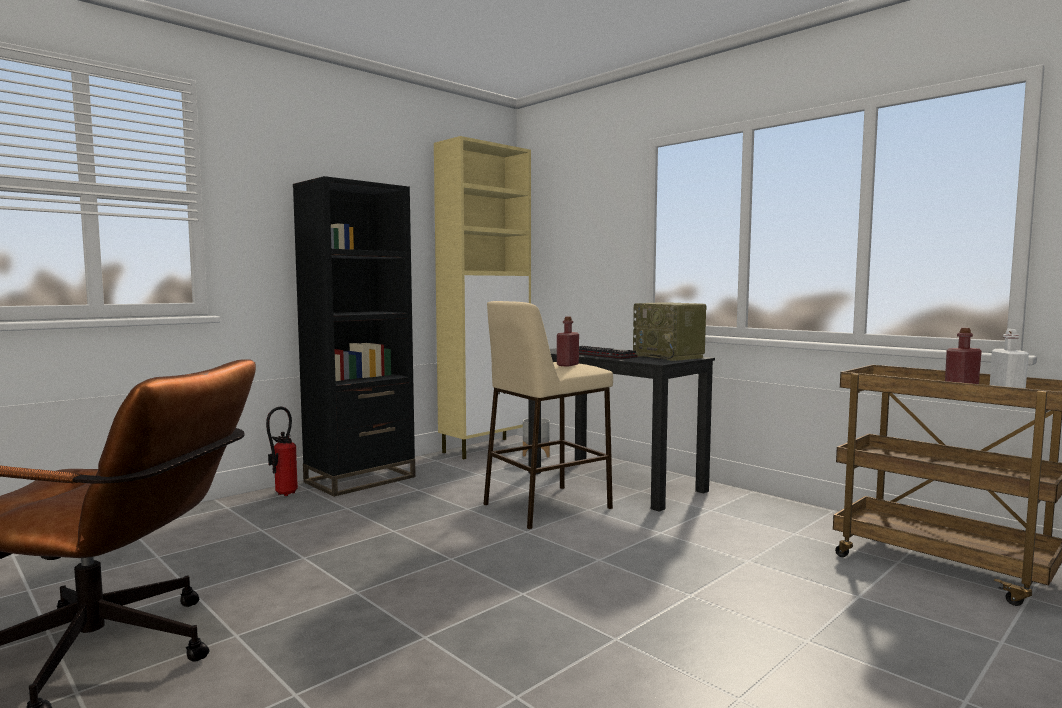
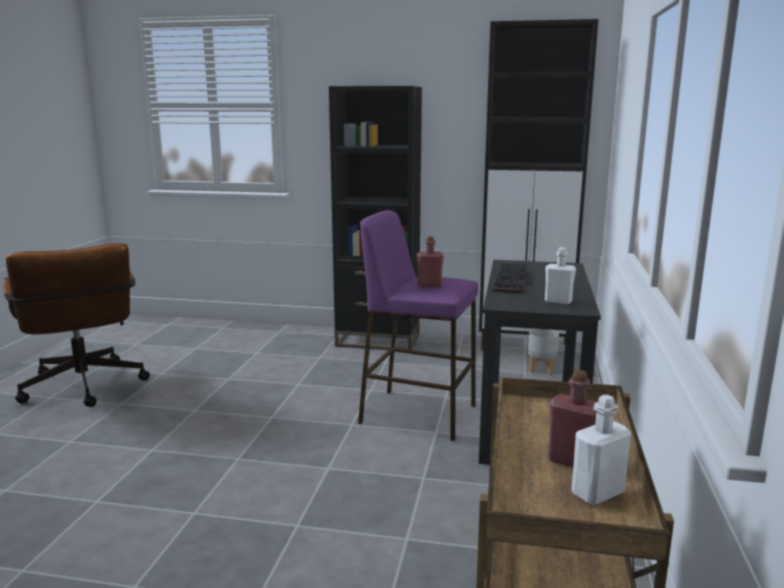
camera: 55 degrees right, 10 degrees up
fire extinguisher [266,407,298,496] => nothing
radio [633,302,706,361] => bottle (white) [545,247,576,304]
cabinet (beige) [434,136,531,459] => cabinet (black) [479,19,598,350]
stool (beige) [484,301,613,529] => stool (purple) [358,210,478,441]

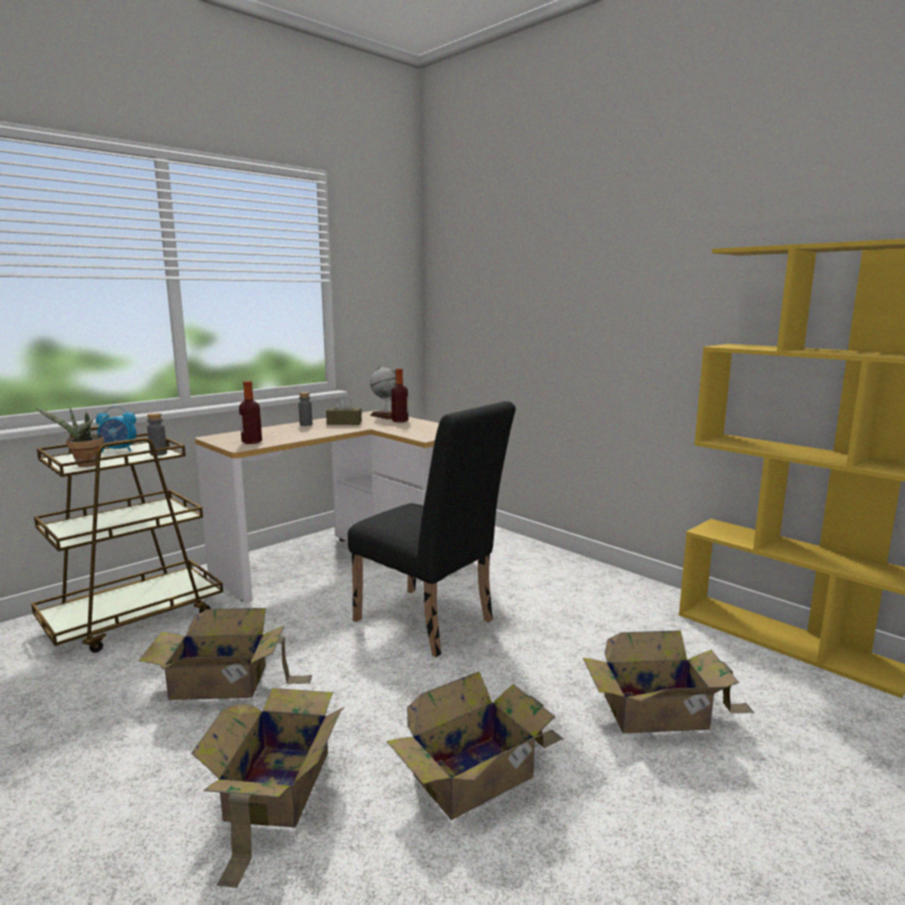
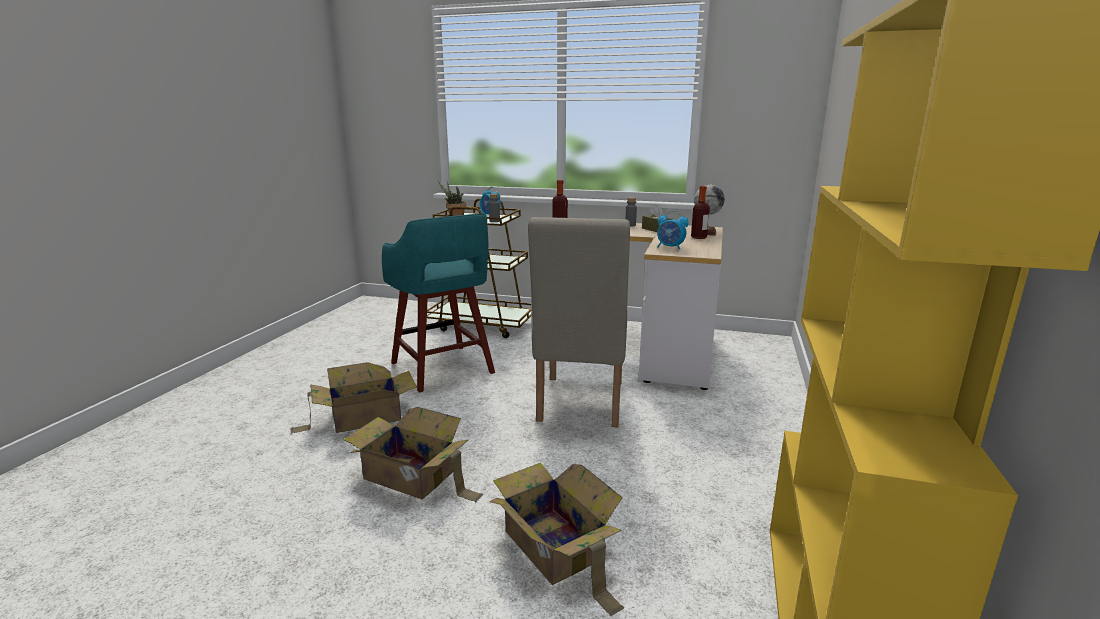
camera: 60 degrees right, 5 degrees up
nothing => alarm clock [657,211,689,250]
cardboard box [139,608,312,700] => stool (turquoise) [382,214,495,393]
chair (black) [348,401,516,657] => chair (beige) [528,217,630,427]

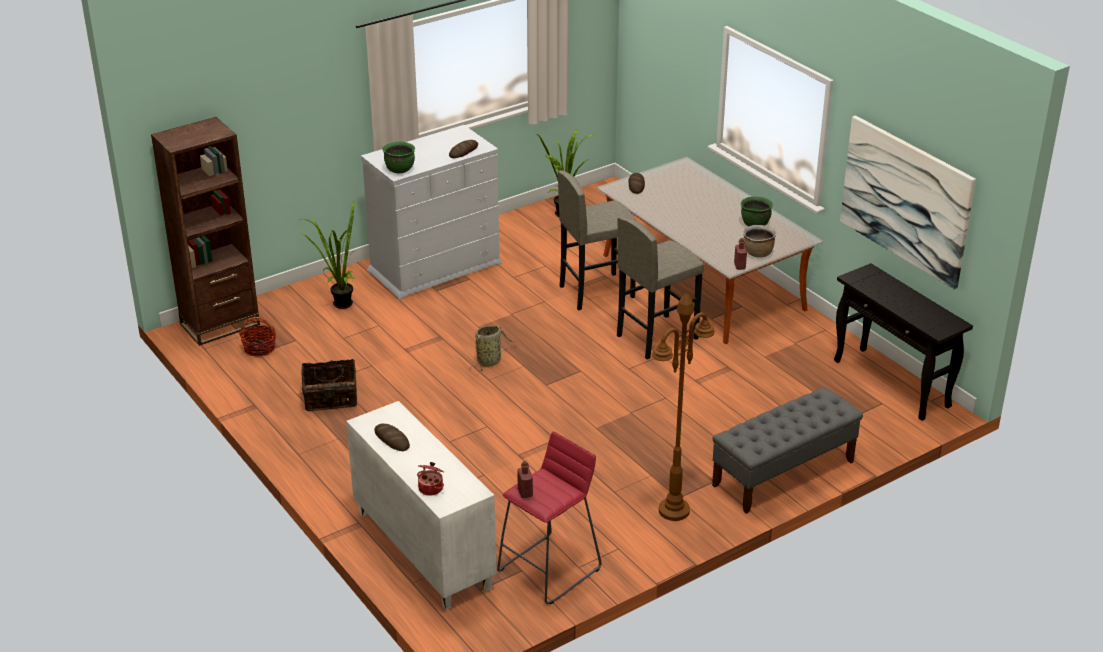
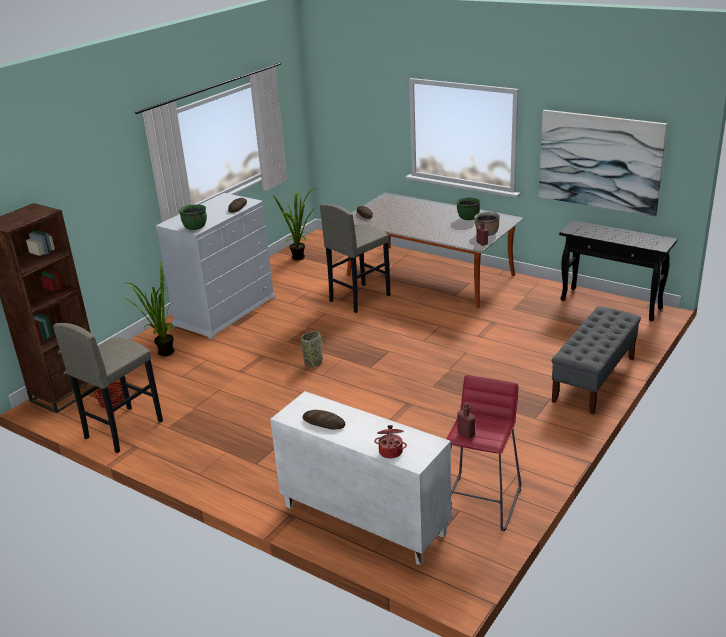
camera: 20 degrees left, 5 degrees down
basket [301,359,357,411] => nothing
floor lamp (brown) [652,293,715,521] => nothing
stool (grey) [617,216,704,359] => stool (grey) [53,323,163,453], move

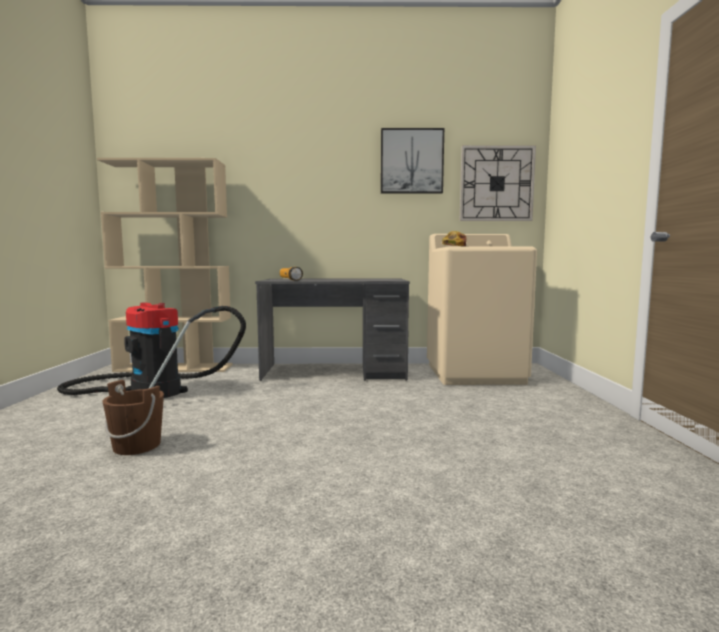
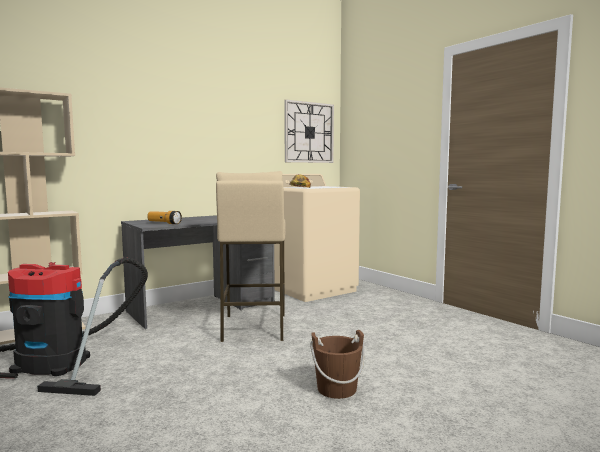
camera: 35 degrees left, 0 degrees up
picture [381,128,444,194] => nothing
nothing => stool (beige) [216,171,286,342]
bucket (brown) [102,380,164,455] => bucket (brown) [310,330,365,399], move

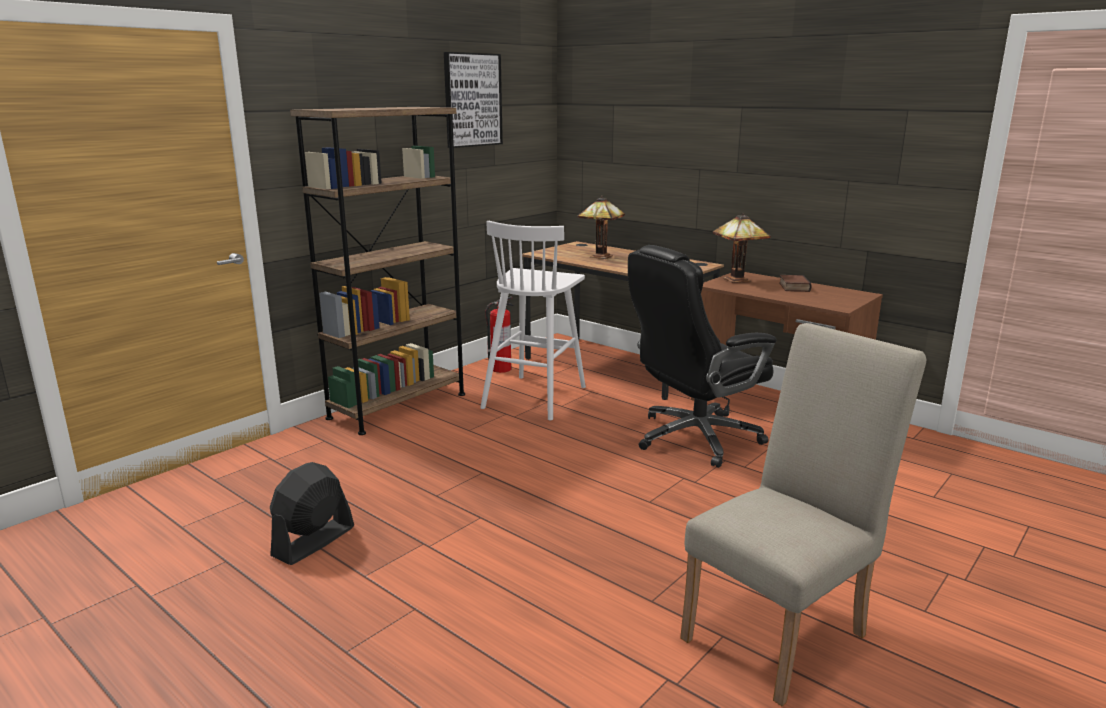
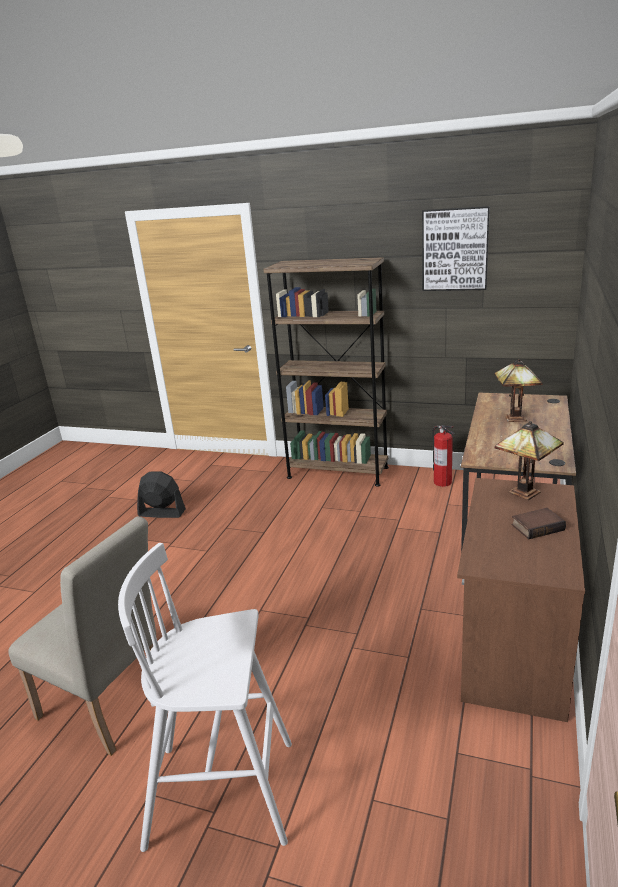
camera: 70 degrees right, 5 degrees up
office chair (black) [628,245,777,468] => nothing
stool (white) [480,221,586,421] => stool (white) [118,543,292,852], move

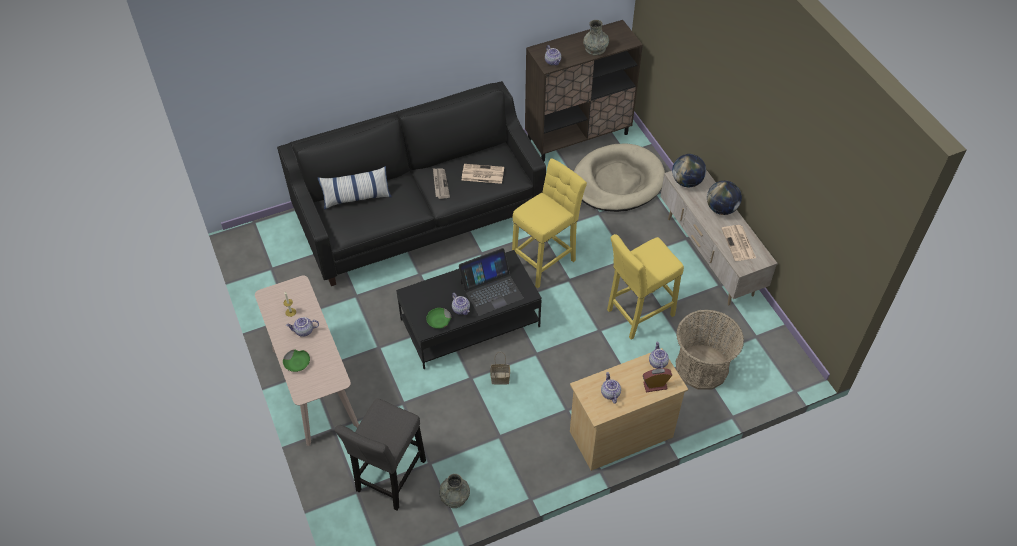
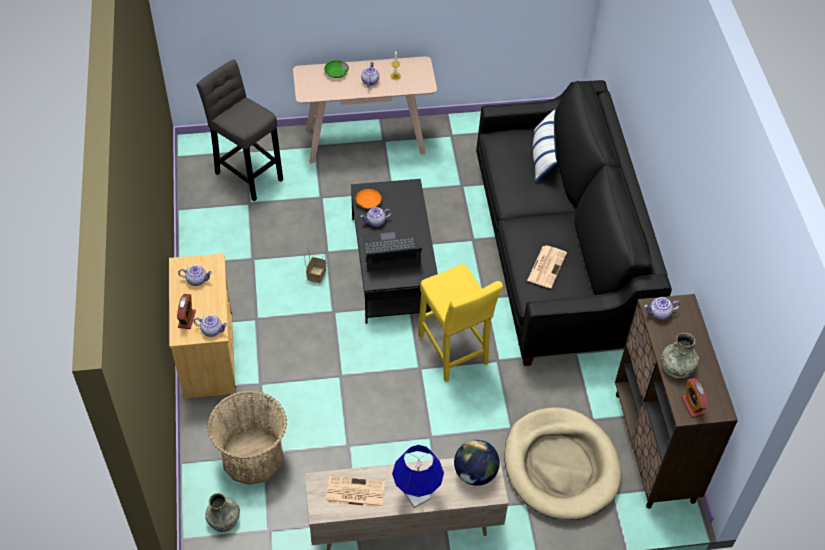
camera: 105 degrees right, 0 degrees up
newspaper [433,168,450,199] => nothing
stool (yellow) [607,234,684,340] => nothing
nothing => alarm clock [681,378,709,418]
vase (grey) [439,474,470,508] => vase (grey) [205,493,240,532], move
globe [707,181,742,215] => table lamp (blue) [392,445,444,508]
bowl (green) [426,308,451,329] => bowl (orange) [356,189,381,209]
laptop [459,248,524,316] => laptop [361,229,422,272], 90 degrees clockwise

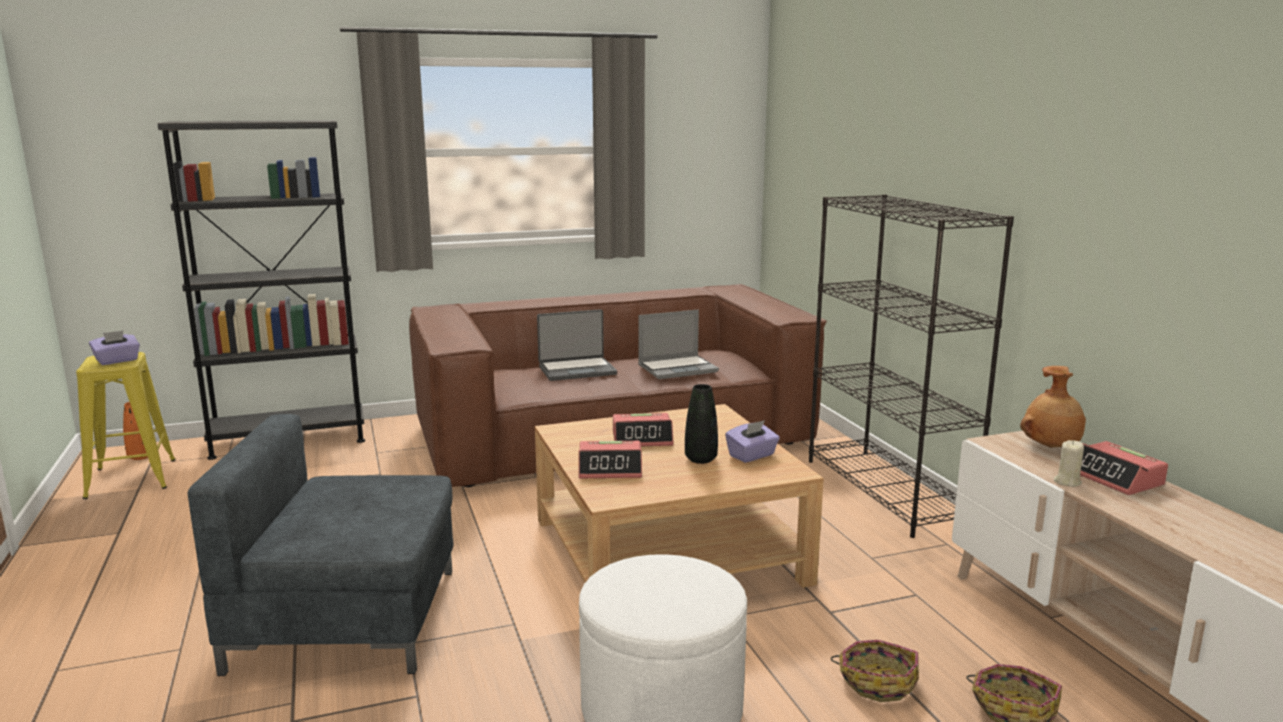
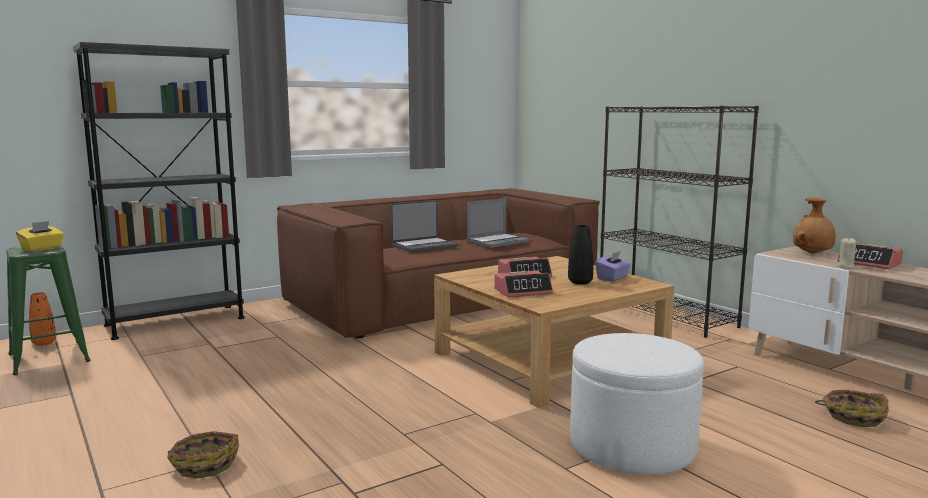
camera: 15 degrees left, 5 degrees down
armchair (grey) [188,414,454,676] => nothing
basket [830,640,919,702] => basket [167,431,239,479], move
stool (yellow) [76,352,176,499] => stool (green) [6,246,91,375]
tissue box (purple) [89,330,140,365] => tissue box (yellow) [16,221,64,252]

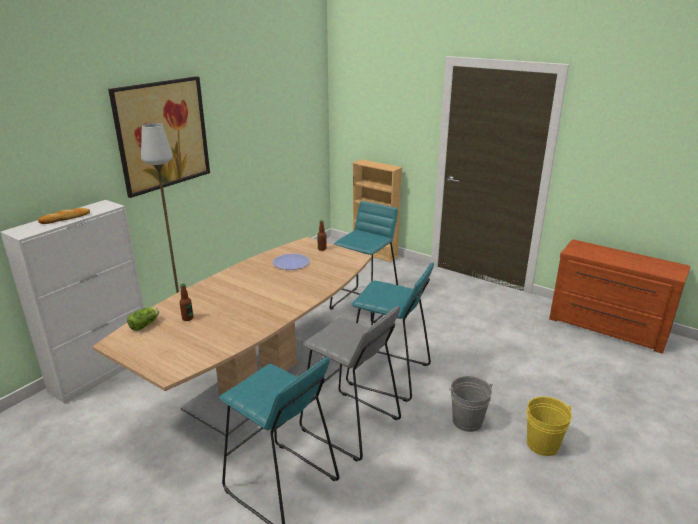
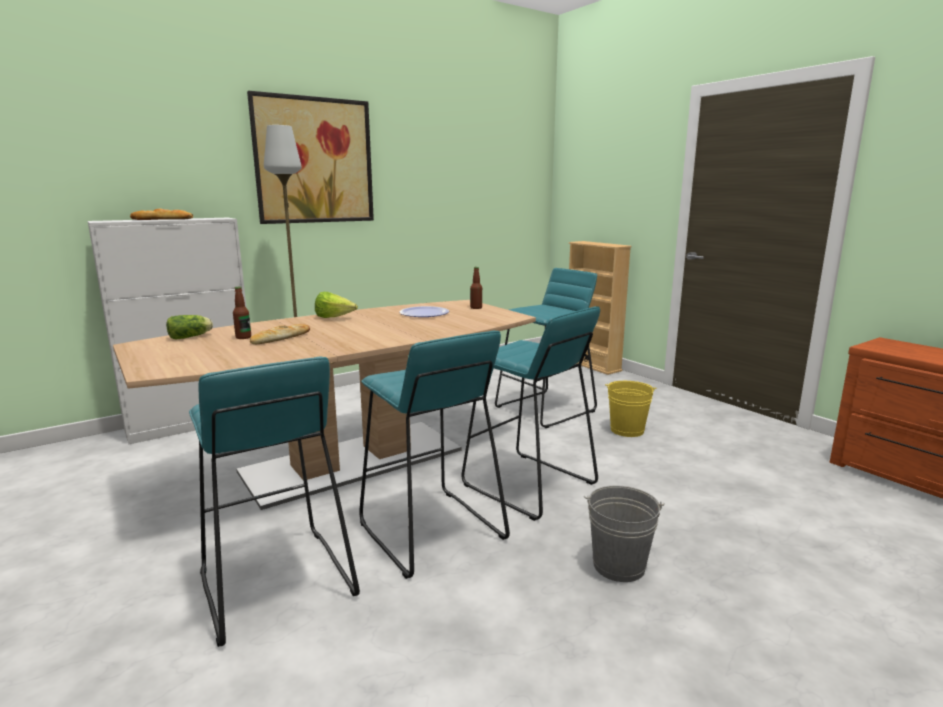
camera: 20 degrees right, 10 degrees down
nothing => bread [250,324,310,344]
nothing => lettuce [315,292,358,318]
bucket (yellow) [525,396,572,456] => bucket (yellow) [605,381,656,437], move
stool (grey) [299,306,401,461] => stool (turquoise) [359,330,510,579]

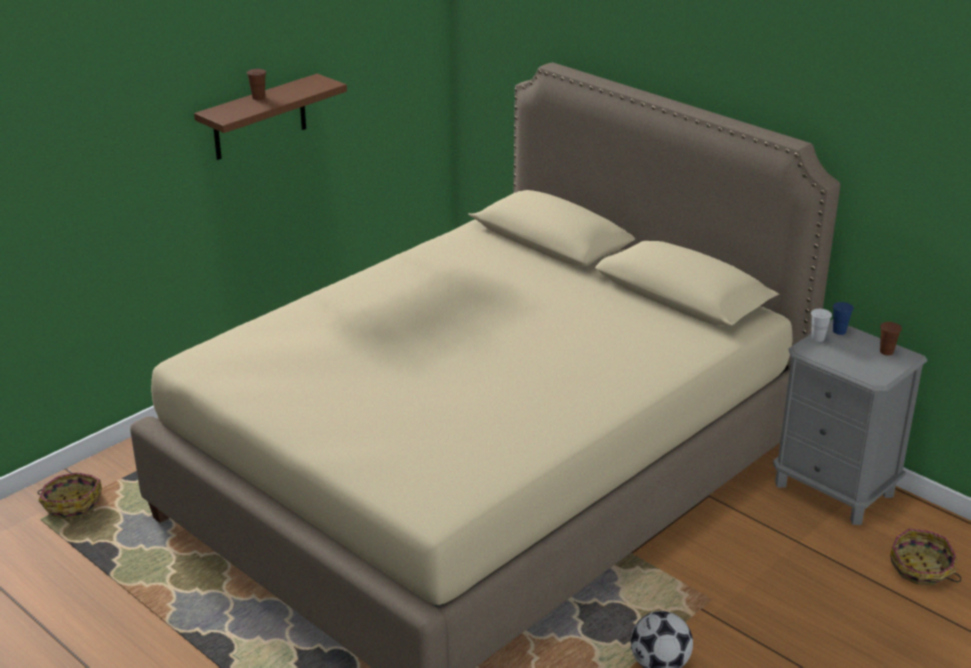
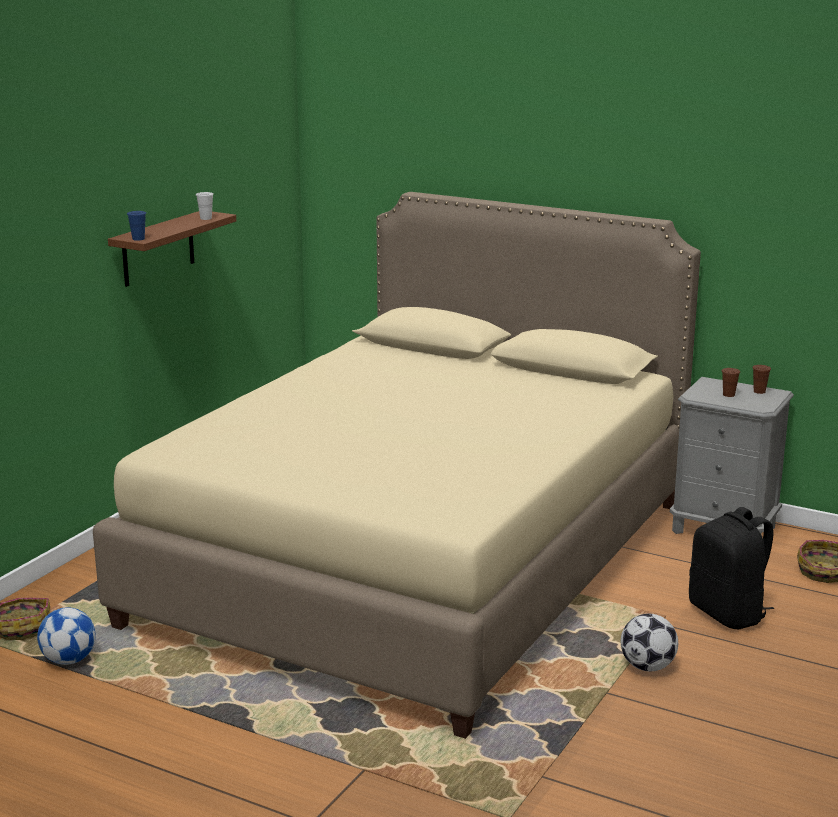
camera: 15 degrees left, 10 degrees down
nothing => football [37,607,96,665]
nothing => backpack (black) [689,507,774,629]
cup (brown) [247,69,266,100] => cup (brown) [722,368,740,397], move
cup (white) [811,309,832,342] => cup (white) [196,192,214,220], move
cup (blue) [833,302,854,335] => cup (blue) [127,211,146,241], move

